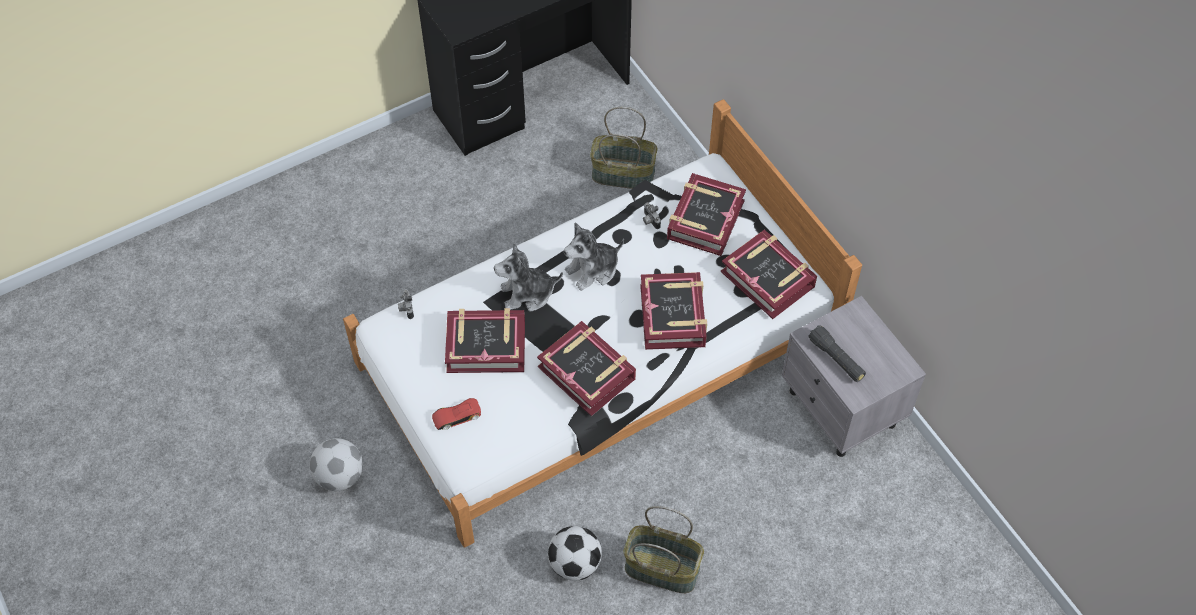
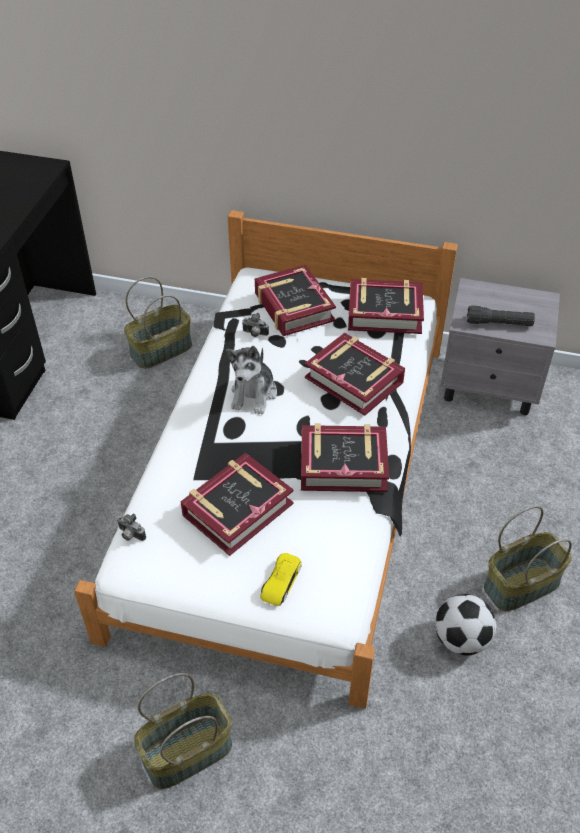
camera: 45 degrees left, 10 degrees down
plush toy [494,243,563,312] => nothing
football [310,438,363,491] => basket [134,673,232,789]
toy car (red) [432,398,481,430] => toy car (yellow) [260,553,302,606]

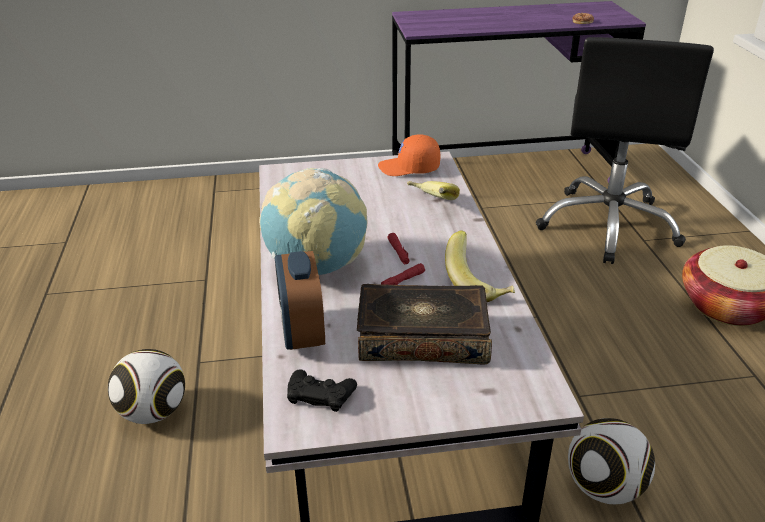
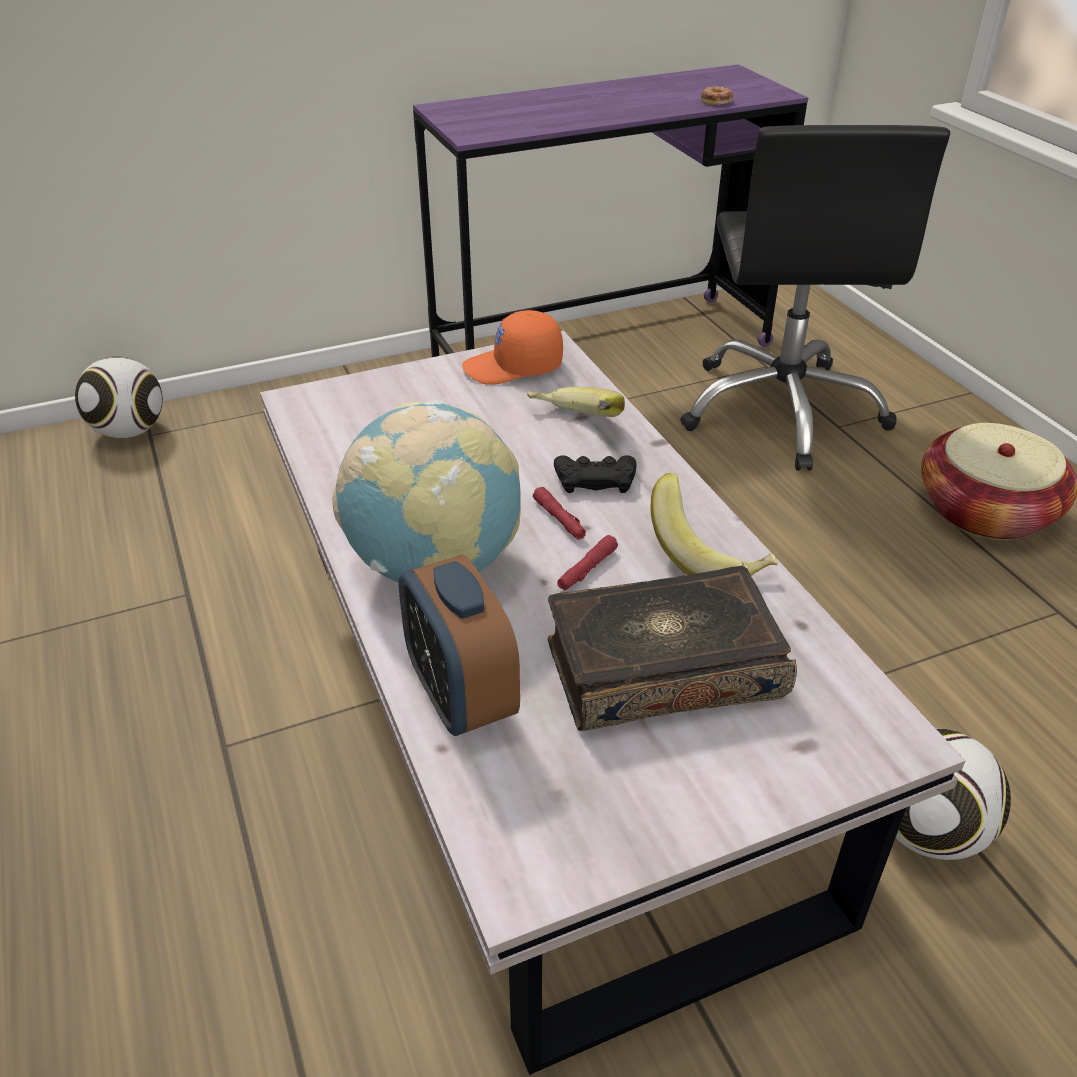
camera: 15 degrees left, 5 degrees up
football [108,349,185,424] => football [75,357,163,438], move
game controller (black) [287,369,357,412] => game controller (black) [554,456,637,493], move

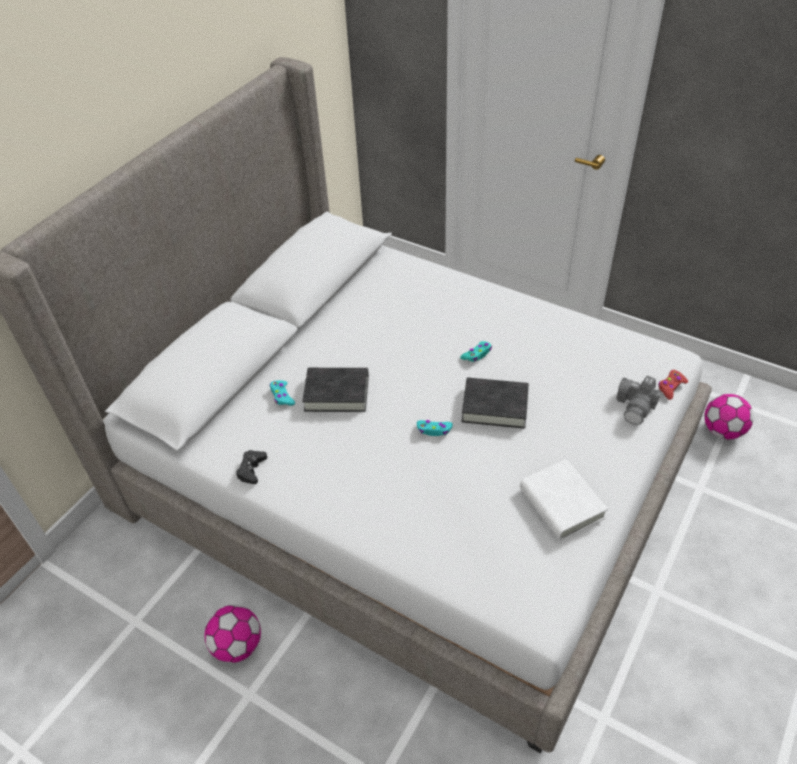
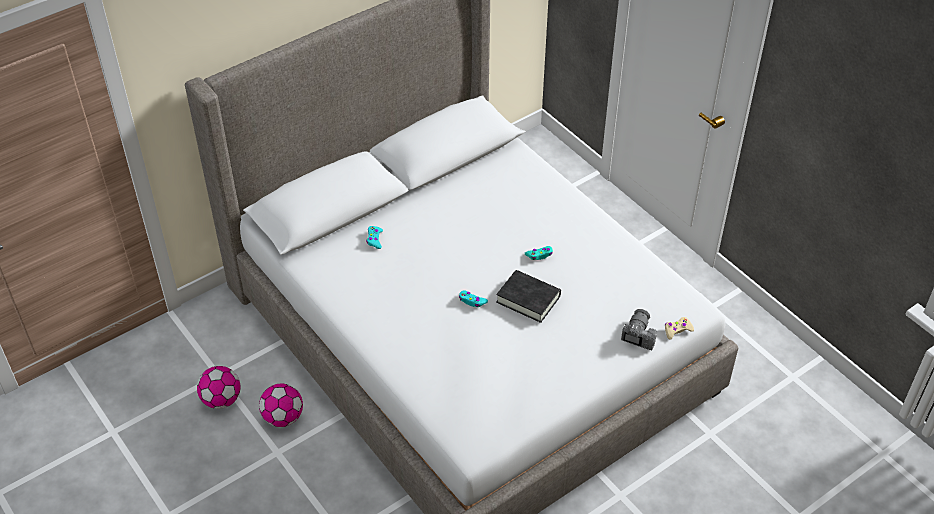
camera: 20 degrees right, 0 degrees up
game controller (black) [236,450,267,484] => nothing
book (black) [302,368,369,412] => nothing
book (white) [520,459,608,540] => nothing
football [704,394,754,439] => football [197,366,241,409], move
game controller (red) [658,370,688,400] => game controller (beige) [665,317,694,340]
photo camera [617,376,661,425] => photo camera [621,309,657,350], 150 degrees clockwise

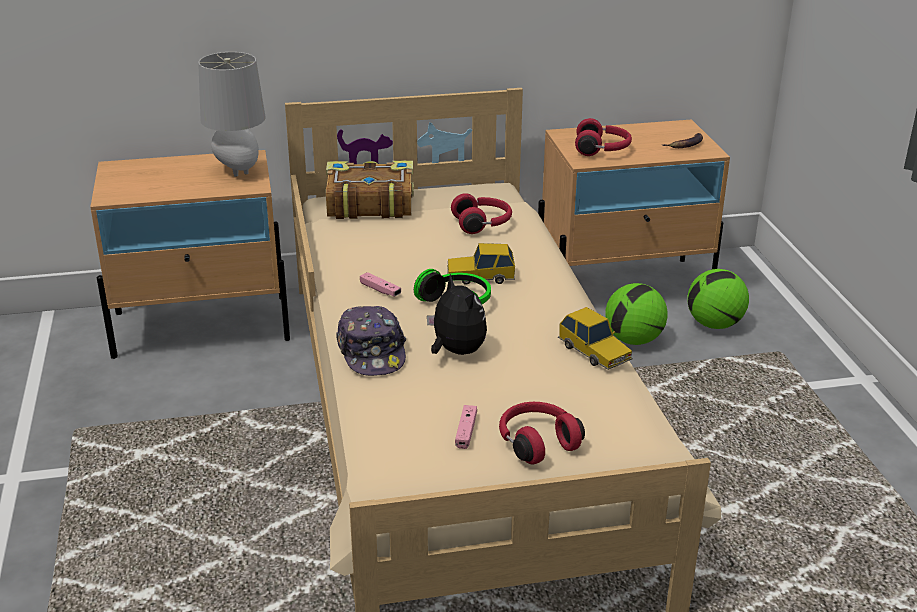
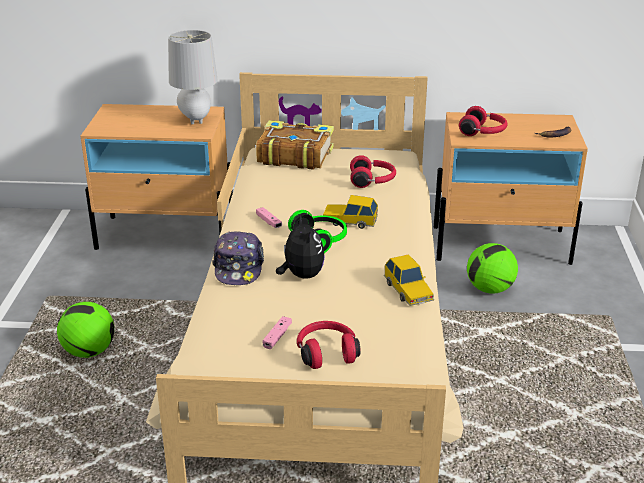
camera: 15 degrees right, 0 degrees up
football [687,269,749,329] => football [57,302,114,358], move

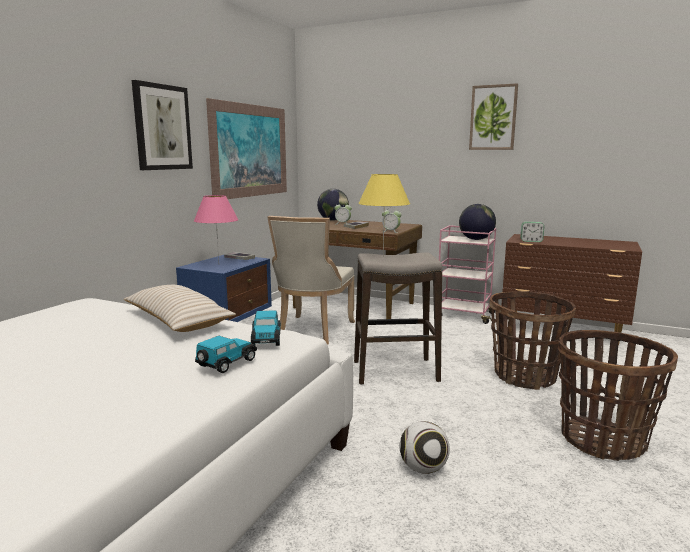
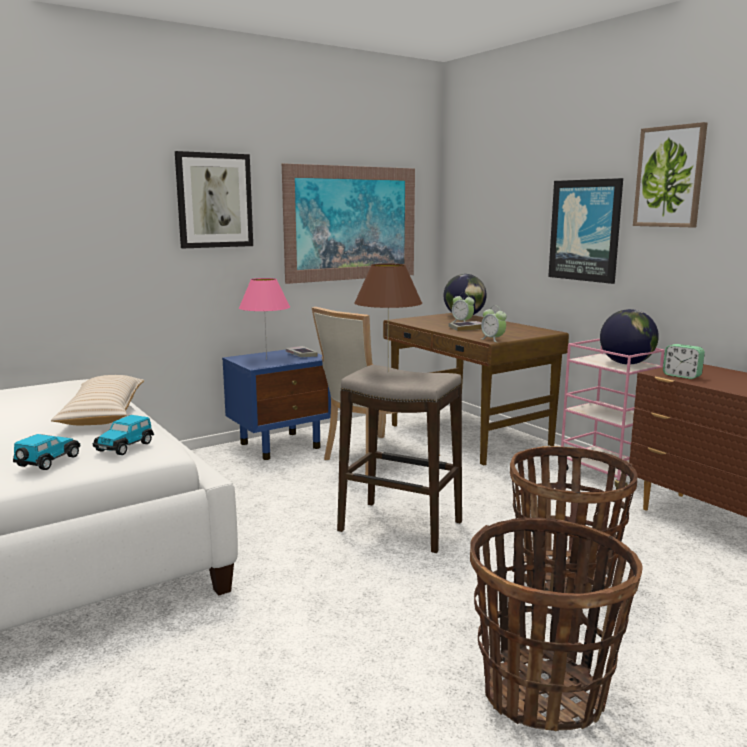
camera: 30 degrees right, 0 degrees up
football [399,421,450,474] => nothing
nothing => picture [548,178,623,284]
table lamp (yellow) [358,174,410,257] => table lamp (brown) [354,264,422,372]
toy car [195,336,257,373] => toy car [13,434,81,470], 45 degrees counterclockwise

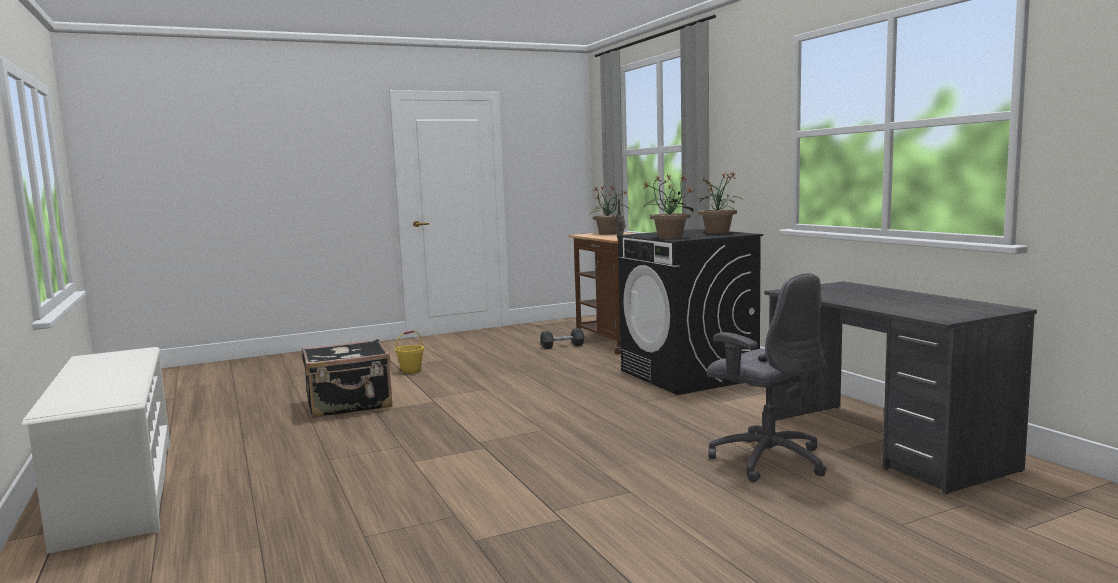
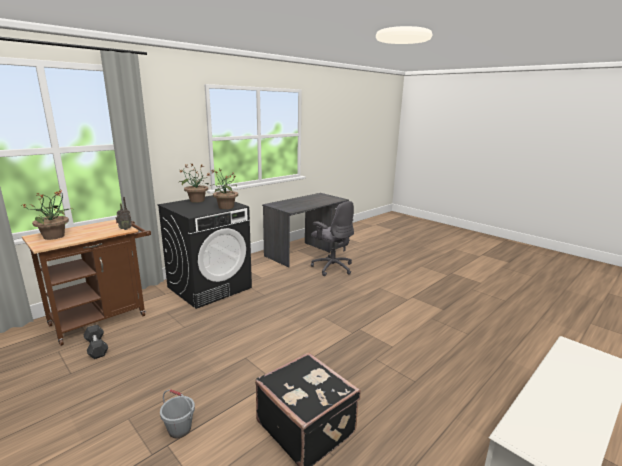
camera: 110 degrees left, 10 degrees up
bucket (yellow) [395,330,424,374] => bucket (grey) [160,389,195,438]
office chair (grey) [707,273,827,482] => office chair (grey) [311,201,354,276], 105 degrees clockwise

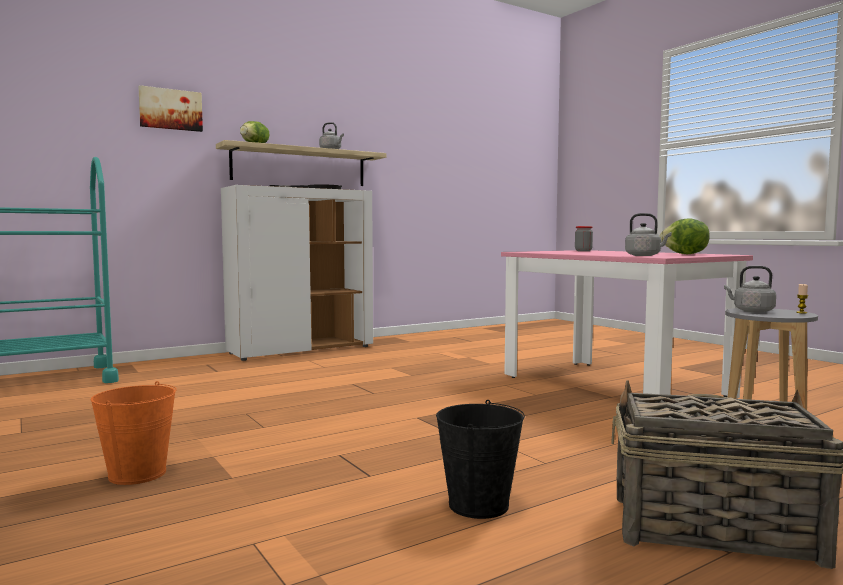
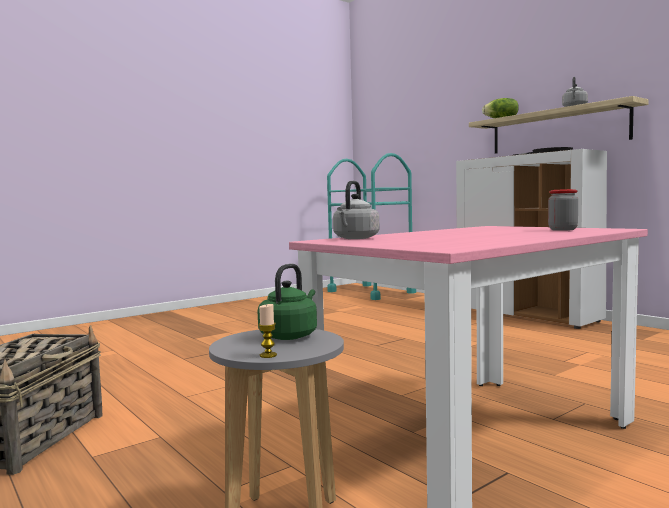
camera: 85 degrees right, 0 degrees up
bucket (orange) [91,381,176,485] => nothing
picture [138,85,203,132] => nothing
bucket (black) [436,400,525,519] => nothing
lettuce [660,218,710,254] => nothing
kettle (grey) [724,266,776,312] => kettle (green) [257,264,317,340]

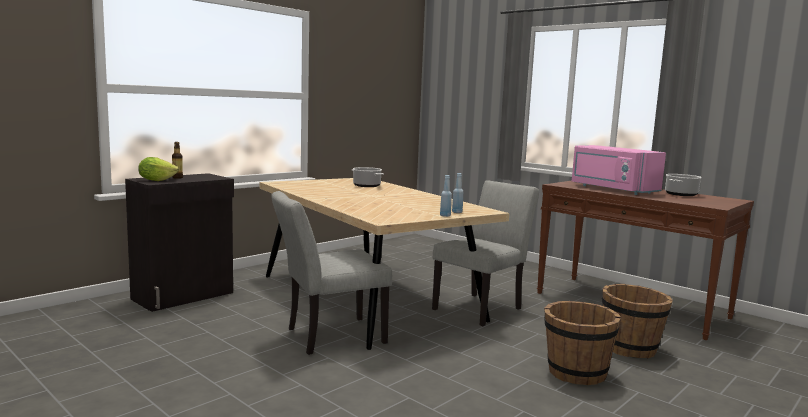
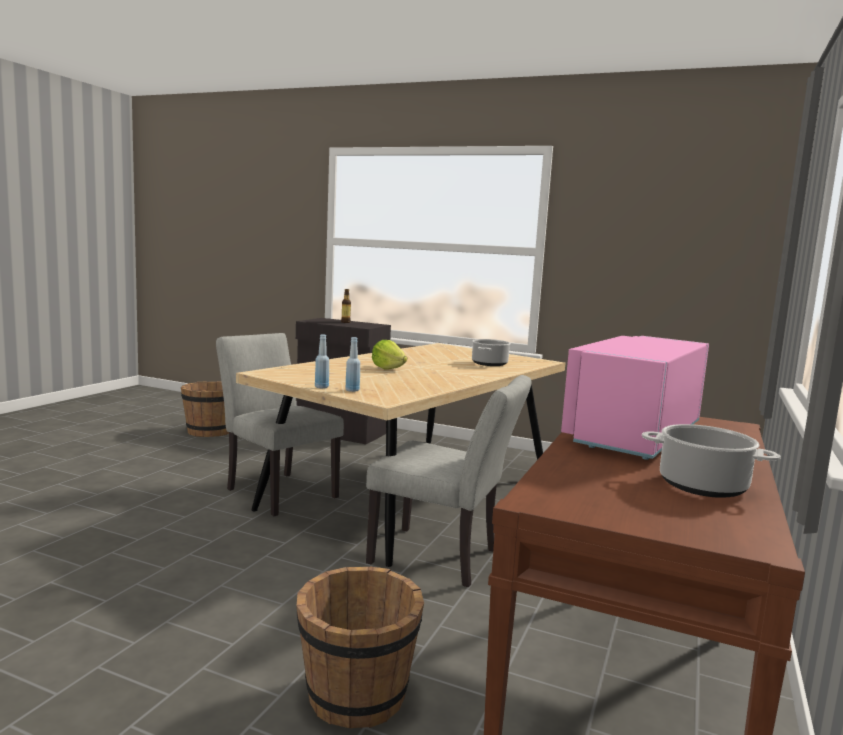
camera: 70 degrees right, 0 degrees up
lettuce [138,157,179,181] => lettuce [372,340,407,370], move
bucket (brown) [544,301,621,385] => bucket (brown) [181,381,229,437], move

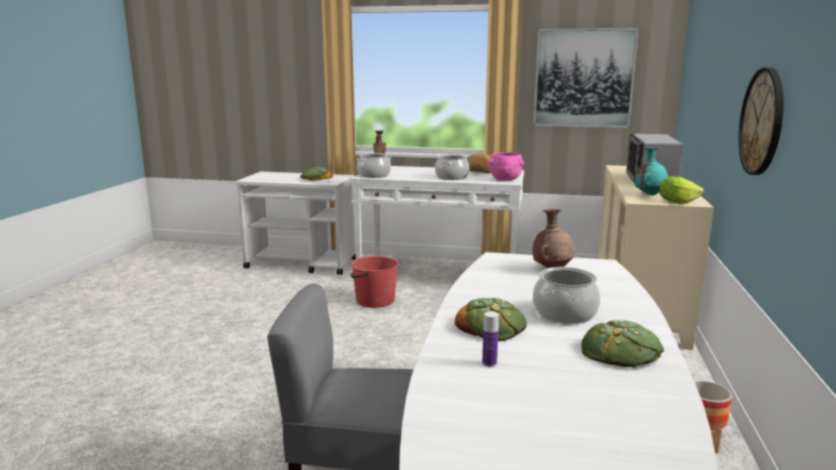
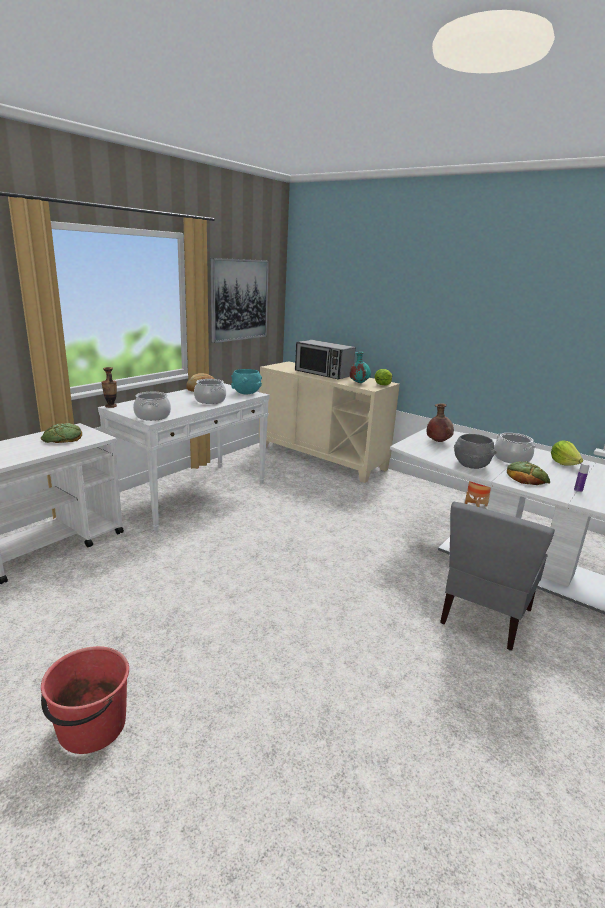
camera: 65 degrees left, 5 degrees up
wall clock [739,67,784,175] => nothing
nothing => bowl (grey) [454,434,497,469]
bucket (red) [350,256,399,308] => bucket (red) [41,646,129,754], move
bread [581,320,664,367] => lettuce [551,440,583,466]
bowl (pink) [488,152,525,181] => bowl (turquoise) [231,369,262,395]

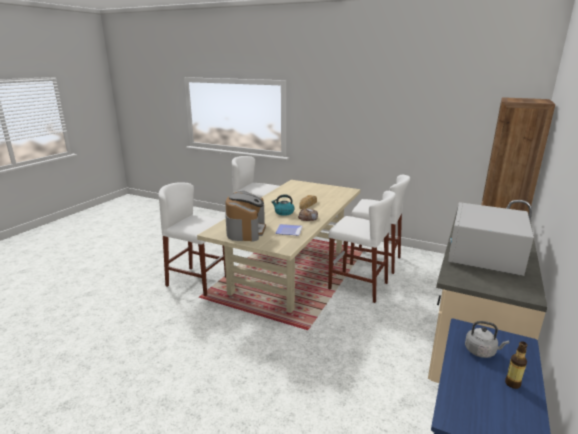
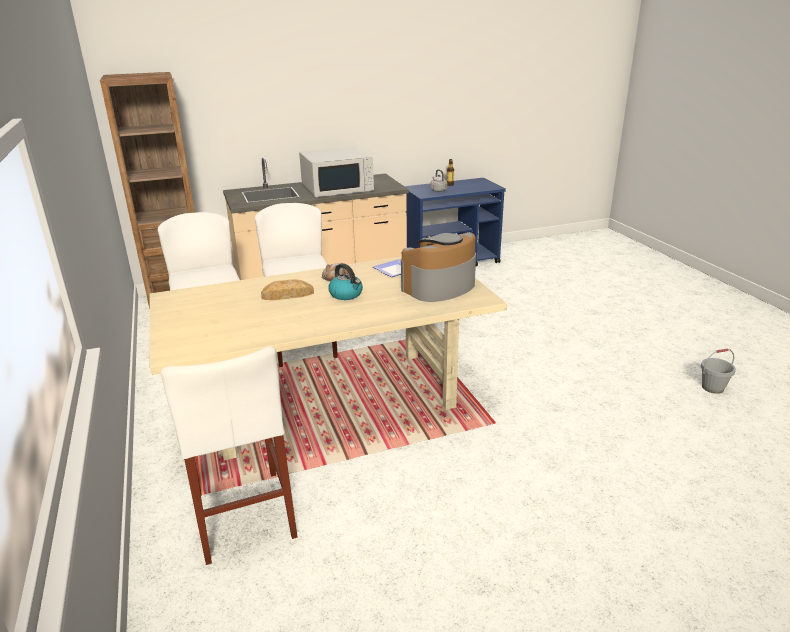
camera: 135 degrees left, 5 degrees up
stool (white) [159,182,226,296] => nothing
nothing => bucket (grey) [701,349,736,394]

